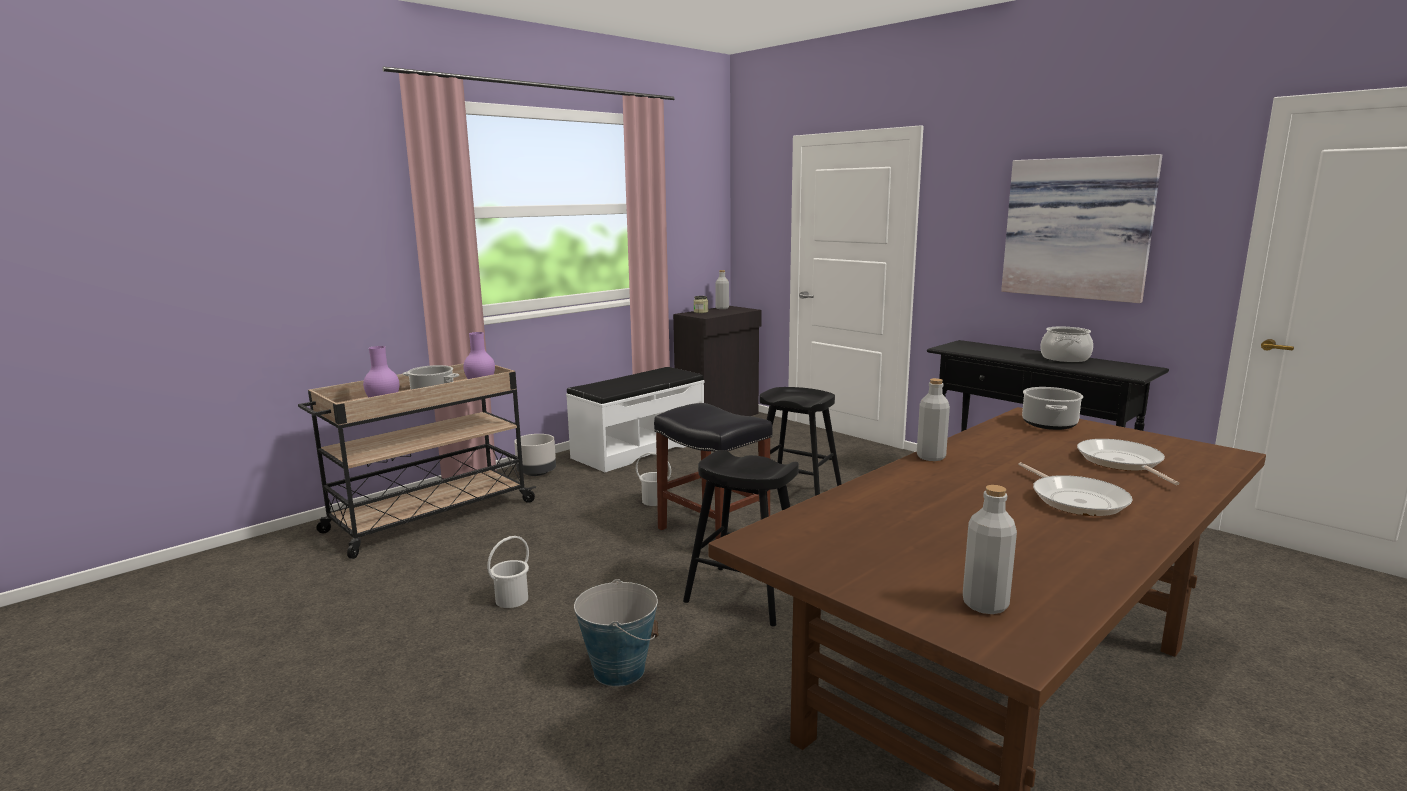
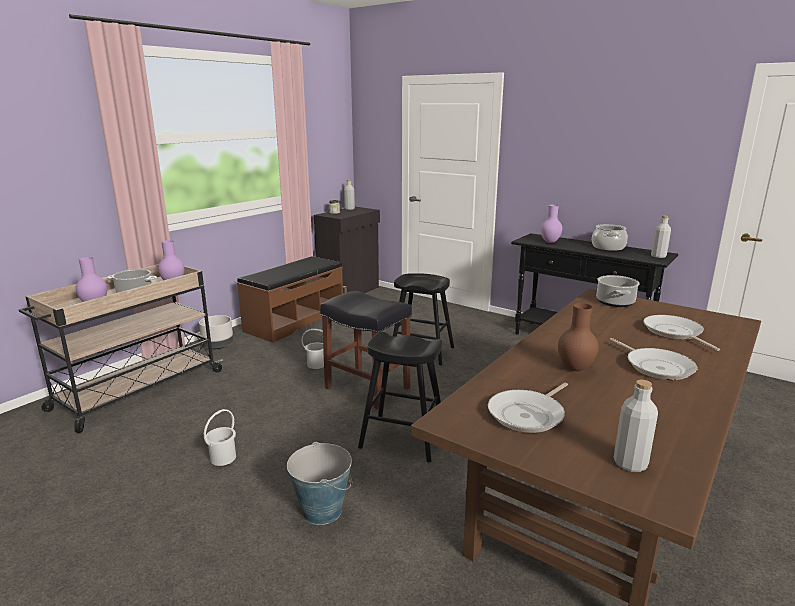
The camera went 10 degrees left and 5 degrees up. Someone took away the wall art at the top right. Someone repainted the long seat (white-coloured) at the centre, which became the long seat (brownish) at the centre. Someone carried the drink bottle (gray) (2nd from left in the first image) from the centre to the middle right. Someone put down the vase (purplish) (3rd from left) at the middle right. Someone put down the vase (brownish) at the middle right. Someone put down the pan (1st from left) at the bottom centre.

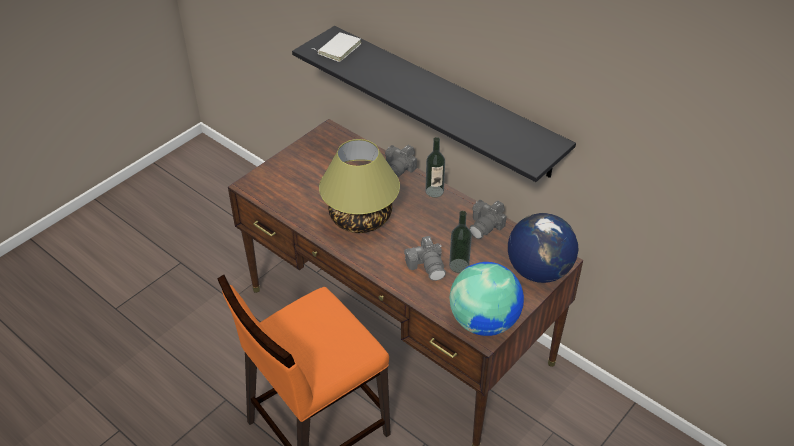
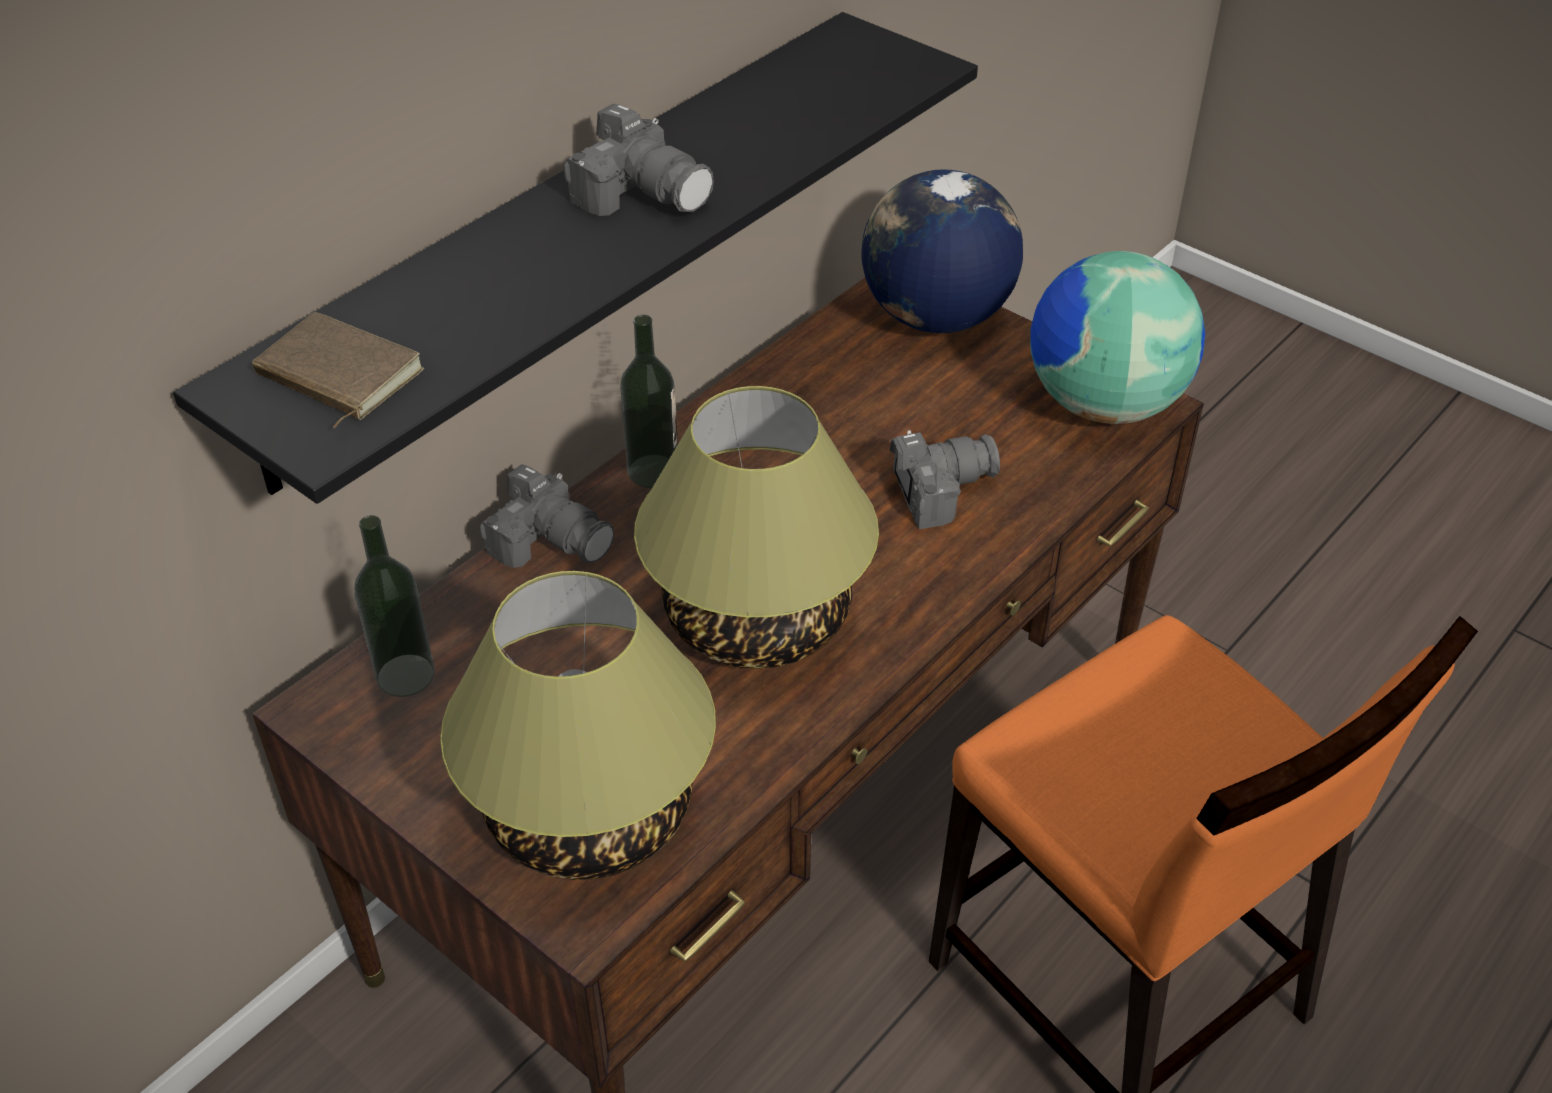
The camera went 90 degrees left and 0 degrees up. Someone repainted the volume (white-coloured) at the top centre, which became the volume (brownish) at the middle left. Someone carried the photo camera (3rd from left in the first image) from the centre to the top centre. Someone carried the drink bottle (2nd from left in the first image) from the centre to the middle left. Someone put down the table lamp (1st from left) at the centre.

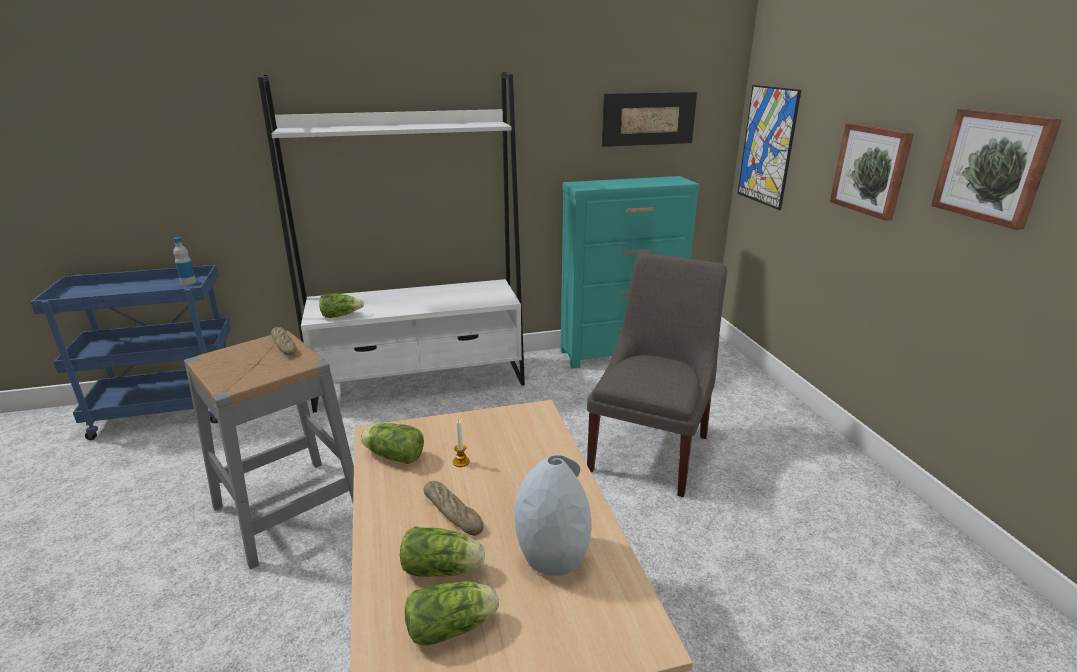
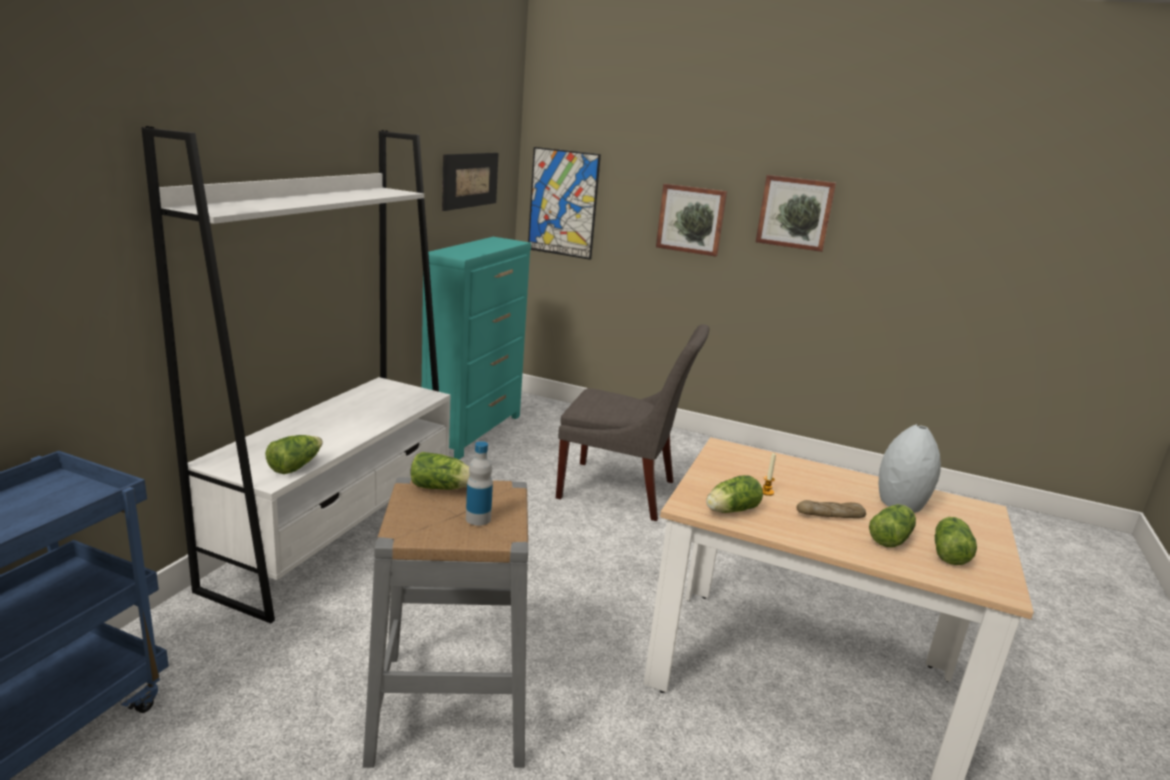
The camera went 55 degrees left and 5 degrees down. Someone carried the drink bottle from the middle left to the centre. Someone rotated the upright chair (gray) at the centre by 135 degrees clockwise. Someone swapped the bakery bread (1st from left) at the middle left for the lettuce (2nd from left) at the centre.

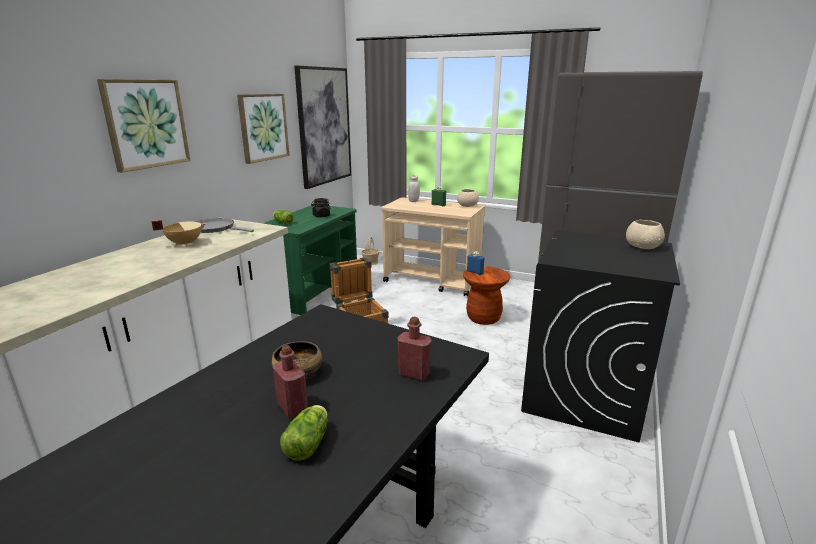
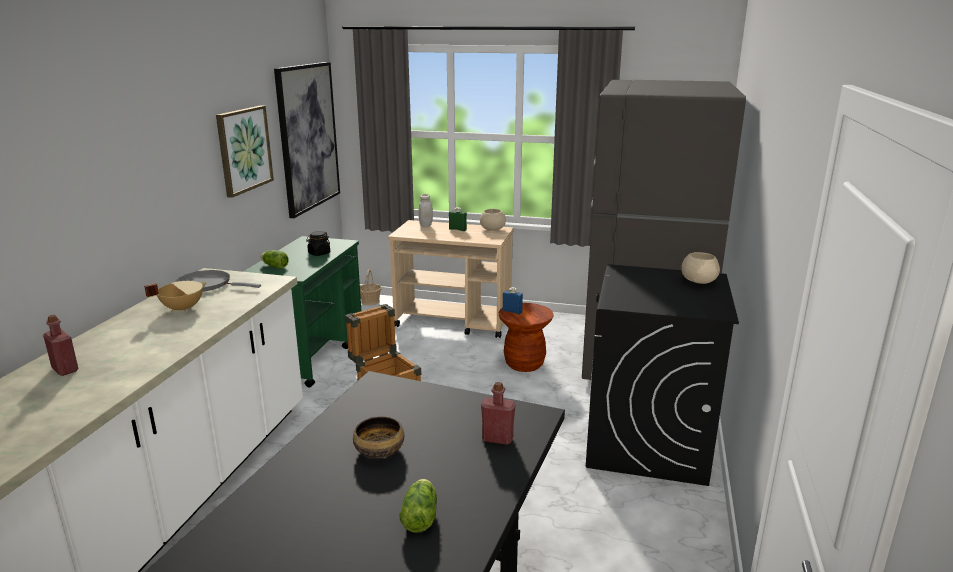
The camera went 10 degrees left and 0 degrees up. Someone took away the wall art (1st from left) at the top left. Someone carried the drink bottle (reddish) (1st from left) from the bottom centre to the middle left.

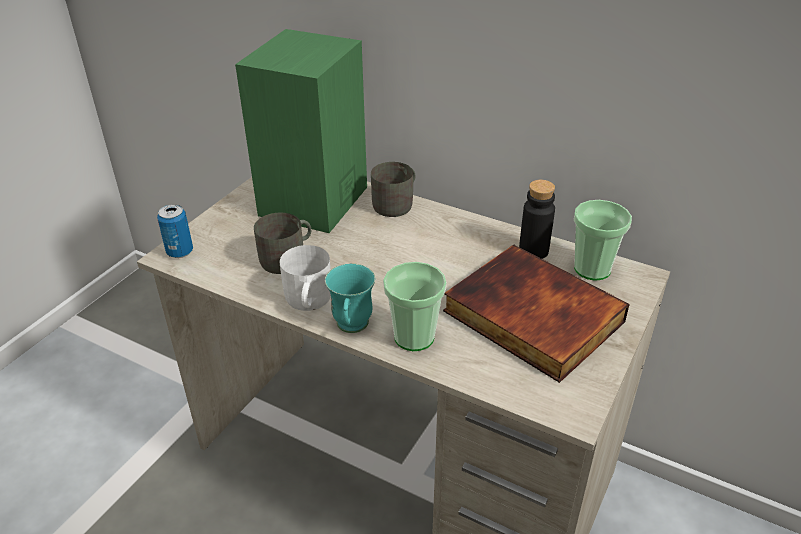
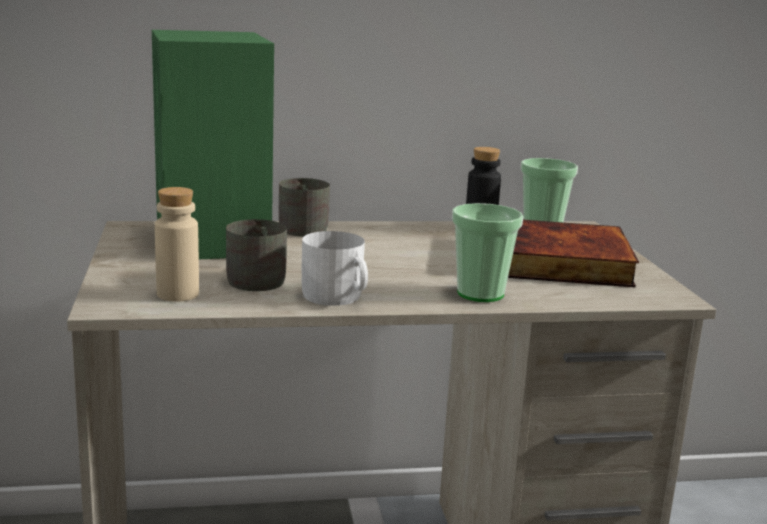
The camera went 40 degrees left and 20 degrees down. Someone took away the metal can at the middle left. Someone took away the mug (blue-green) at the centre. Someone put down the drink bottle (sand-coloured) at the middle left.

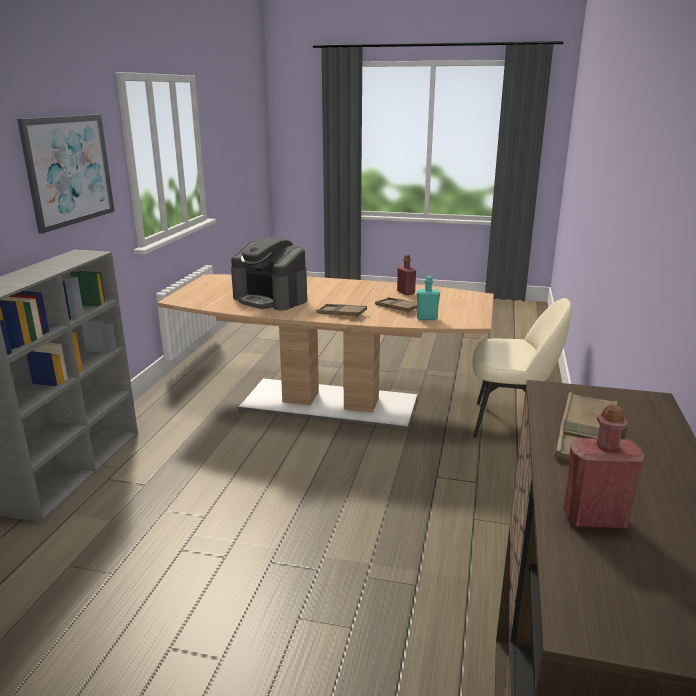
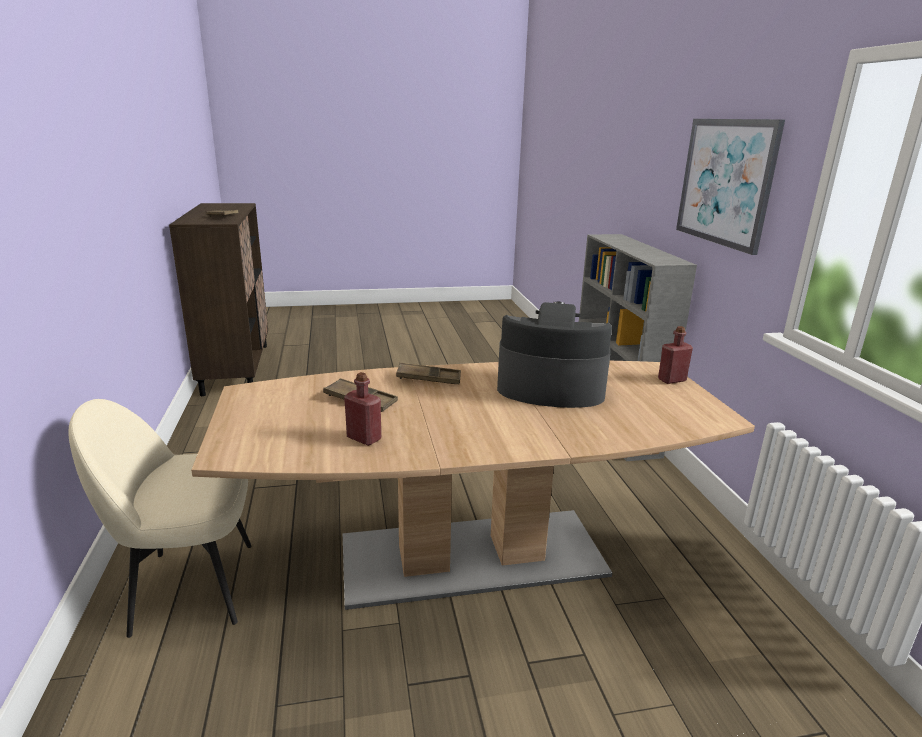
The camera went 155 degrees right and 0 degrees up. Someone took away the drink bottle (blue-green) at the centre. Someone carried the drink bottle (reddish) (2nd from left) from the bottom right to the middle right.

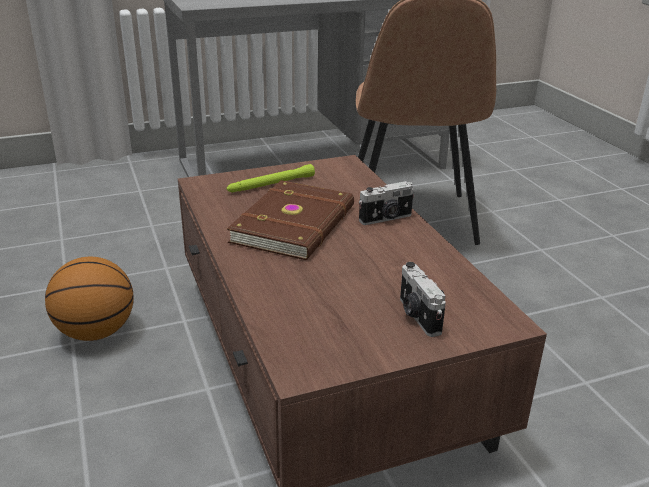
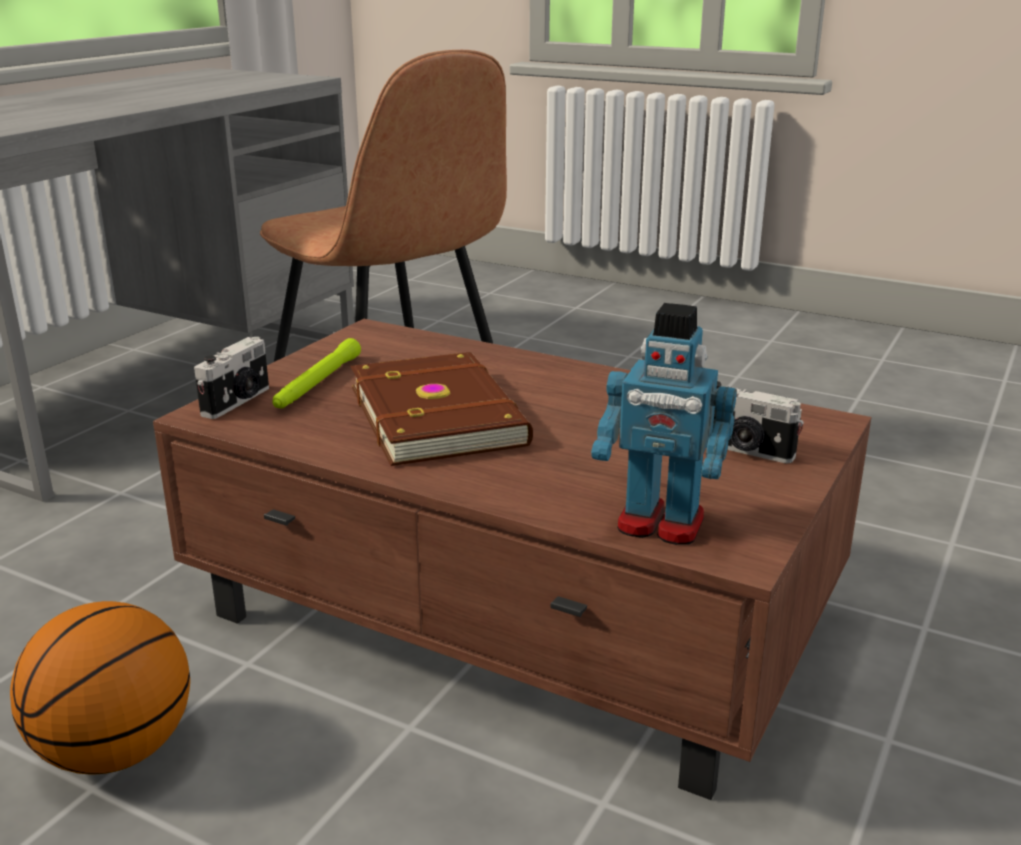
The camera went 40 degrees left and 5 degrees down. Someone carried the photo camera (1st from left) from the centre to the middle left. Someone put down the robot figure at the centre.

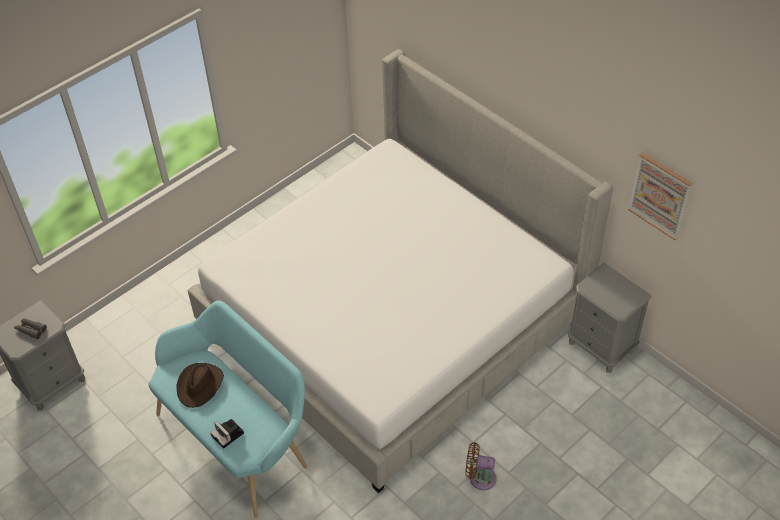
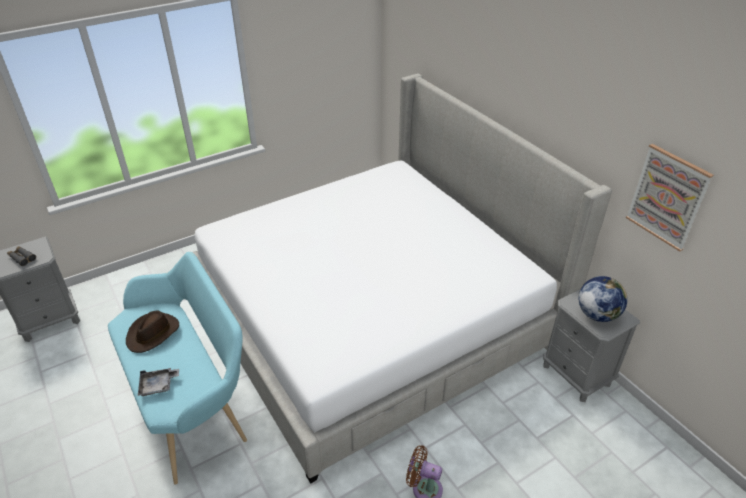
The camera went 10 degrees right and 10 degrees down. Someone swapped the photo camera at the bottom left for the carrying tray (gray) at the bottom left. Someone put down the desk globe at the middle right.

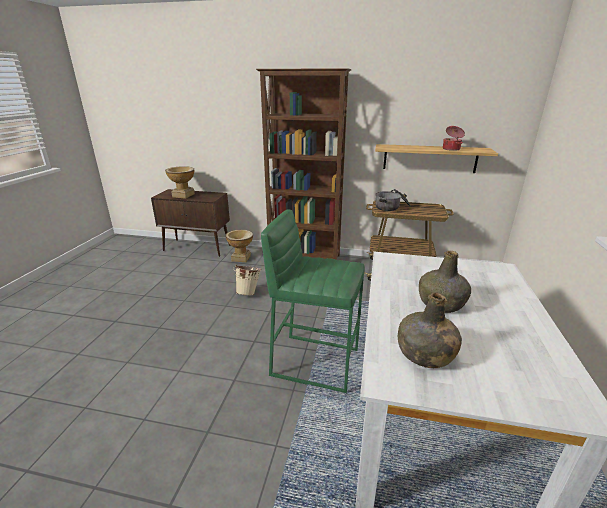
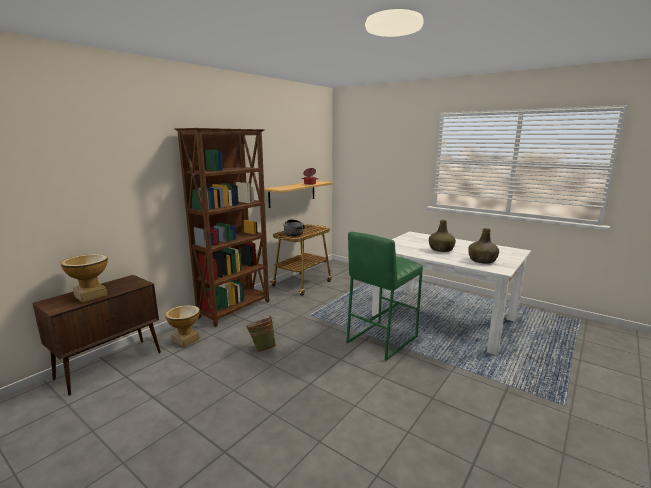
The camera went 65 degrees left and 10 degrees down. Someone repainted the bucket (sand-coloured) at the centre, which became the bucket (greenish) at the bottom centre.

